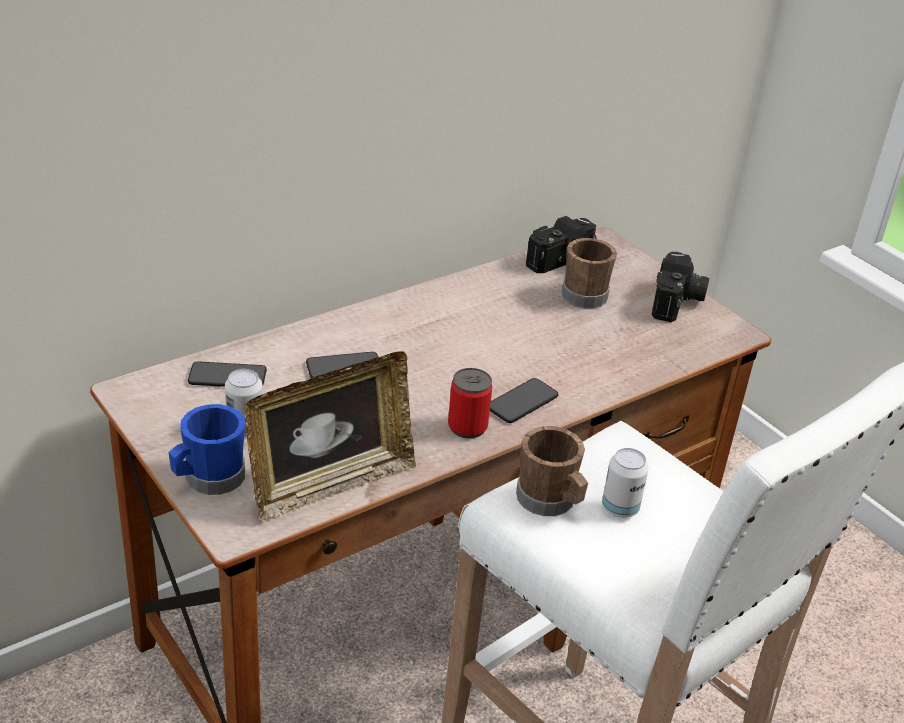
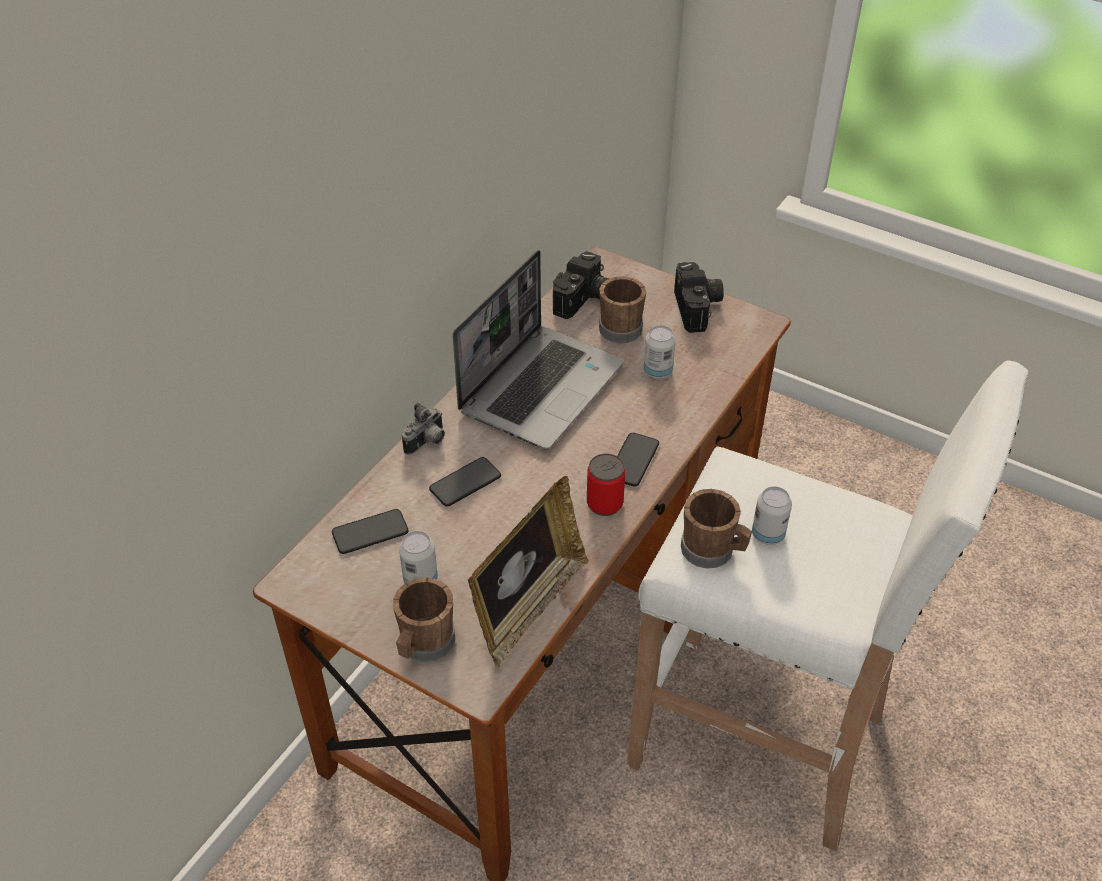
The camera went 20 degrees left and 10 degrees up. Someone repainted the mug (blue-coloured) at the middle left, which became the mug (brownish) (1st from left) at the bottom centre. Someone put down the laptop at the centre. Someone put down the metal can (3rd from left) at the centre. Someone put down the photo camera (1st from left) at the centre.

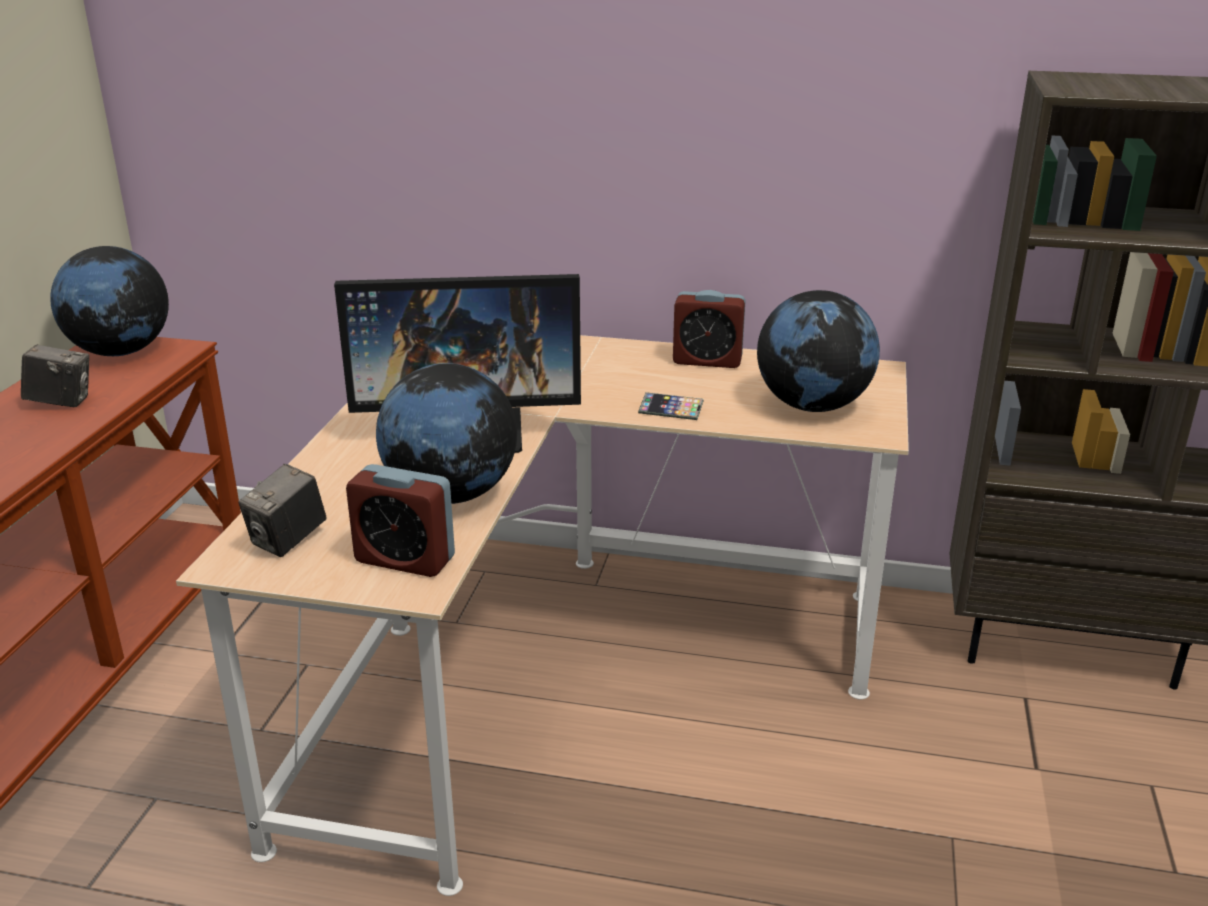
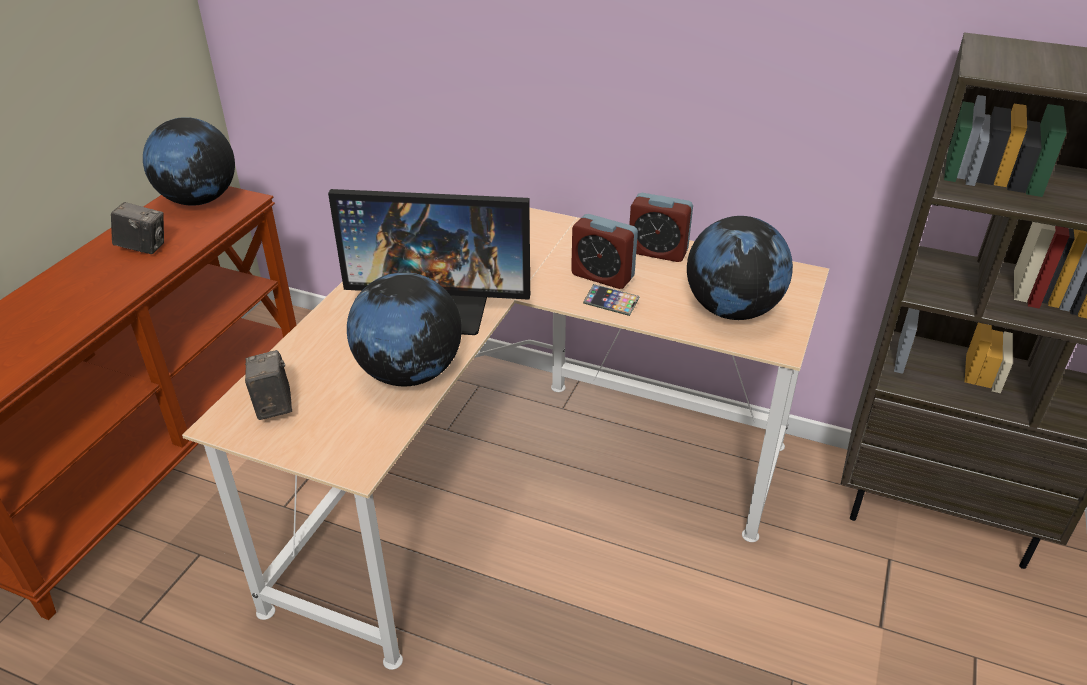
The camera went 10 degrees right and 10 degrees up. Someone rotated the photo camera (2nd from left) at the middle left by 120 degrees clockwise. Someone carried the alarm clock (1st from left) from the middle left to the centre.

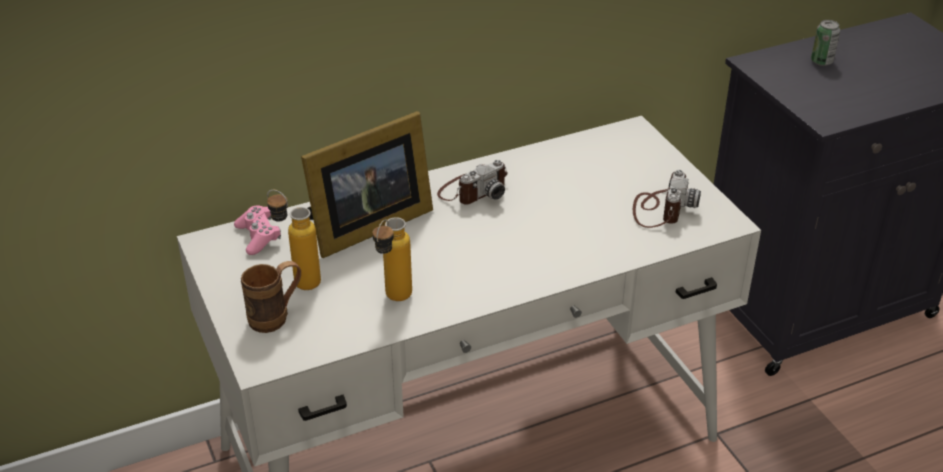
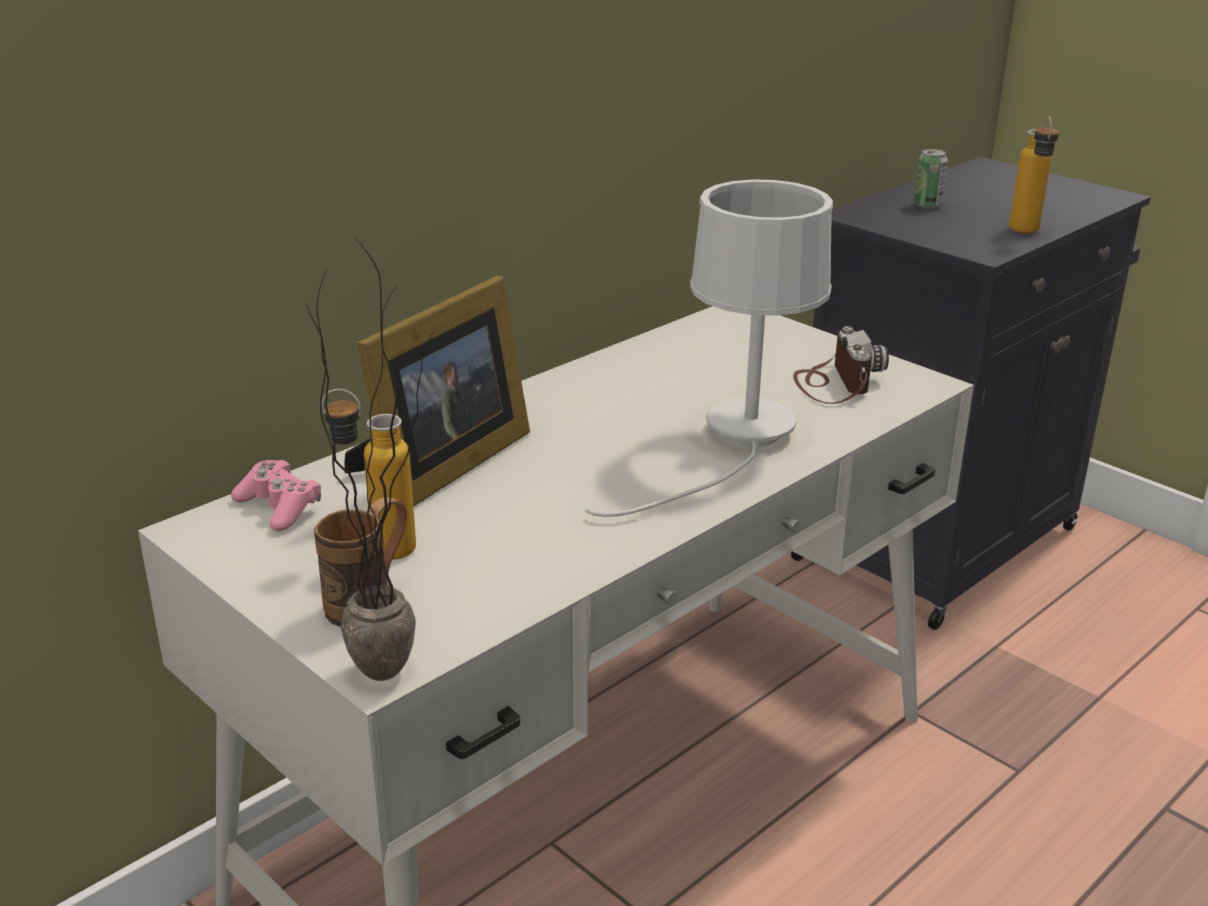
The camera went 20 degrees left and 10 degrees down. Someone took away the photo camera (1st from left) at the centre. Someone carried the drink bottle (2nd from left) from the centre to the top right. Someone put down the table lamp (white-coloured) at the centre. Someone put down the potted plant at the middle left.

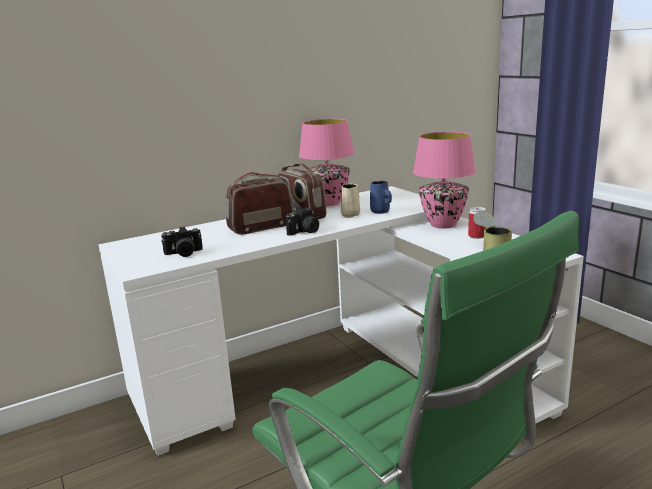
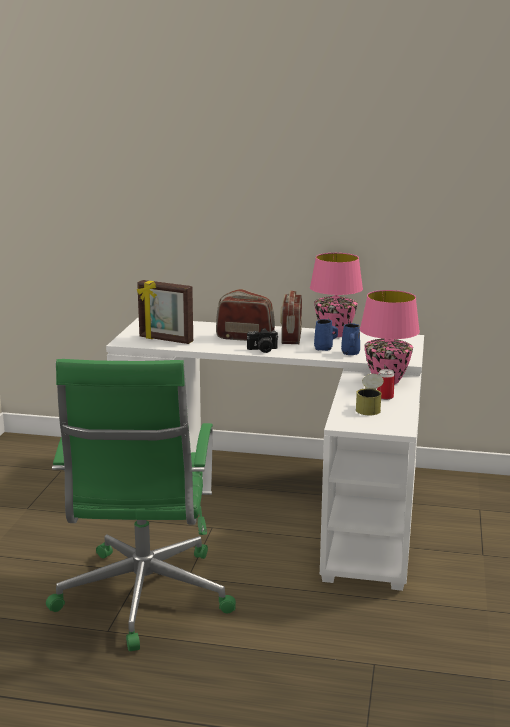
The camera went 40 degrees right and 0 degrees up. Someone repainted the mug (sand-coloured) at the centre, which became the mug (blue-coloured) (1st from left) at the centre. Someone swapped the photo camera (1st from left) at the middle left for the photo frame at the middle left.

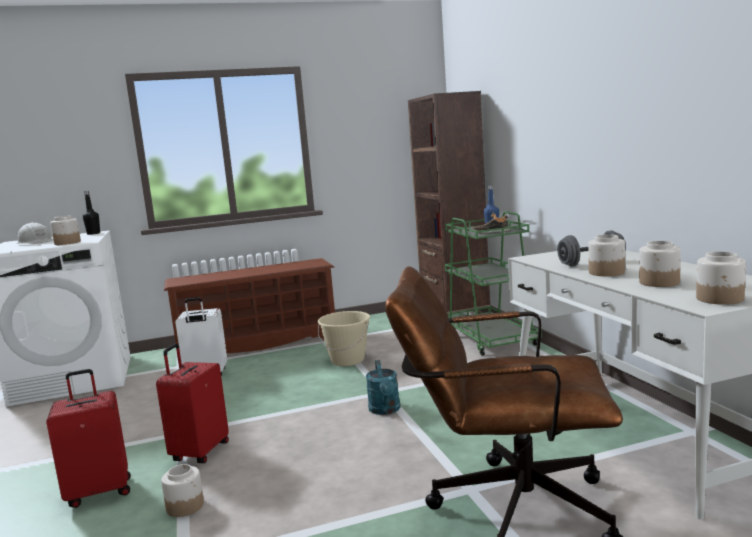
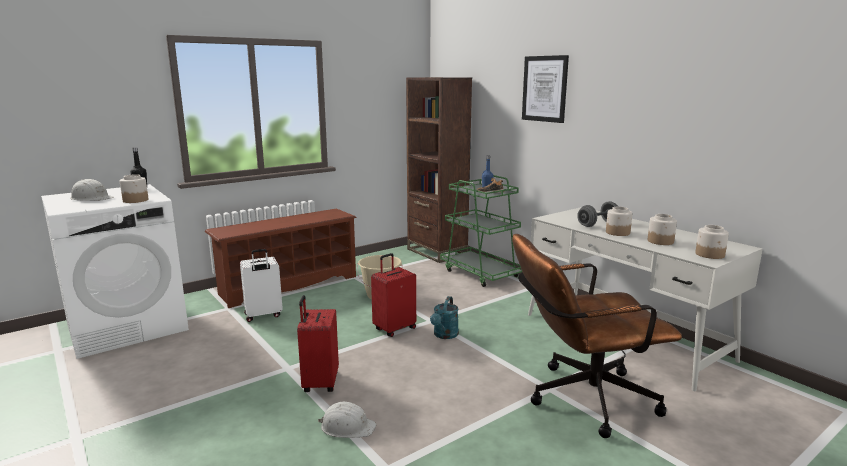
The camera went 20 degrees left and 5 degrees up. Someone rotated the watering pot (blue-green) at the bottom centre by 45 degrees clockwise. Someone carried the suitcase (reddish) (1st from left in the first image) from the bottom left to the centre. Someone swapped the jar (2nd from left) at the bottom left for the work helmet (white-coloured) (2nd from left) at the bottom centre. Someone put up the wall art at the top centre.

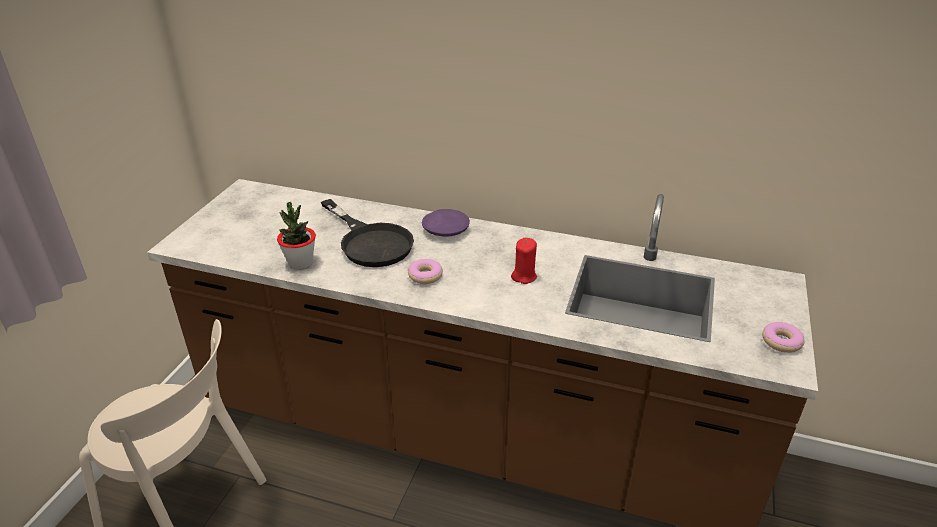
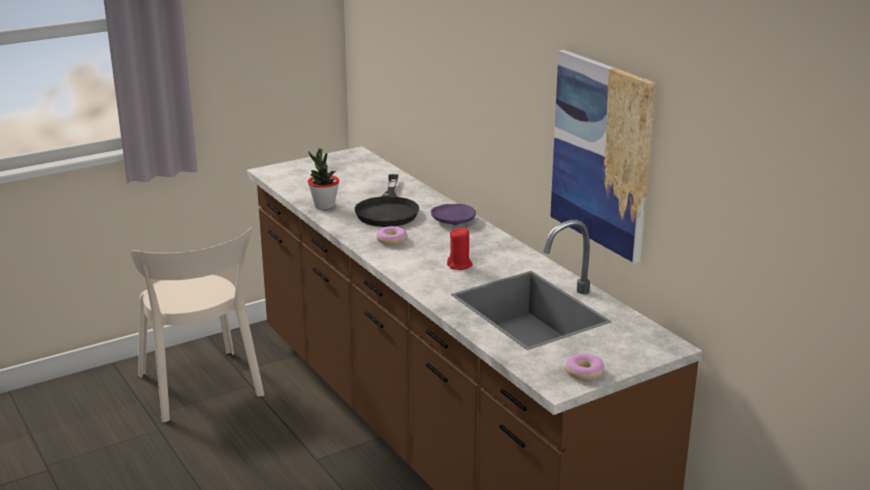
The camera went 40 degrees right and 10 degrees down. Someone put up the wall art at the top right.

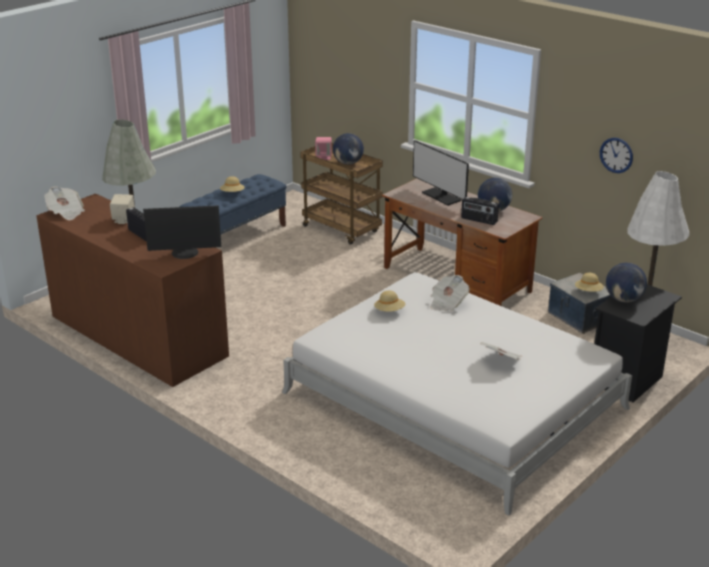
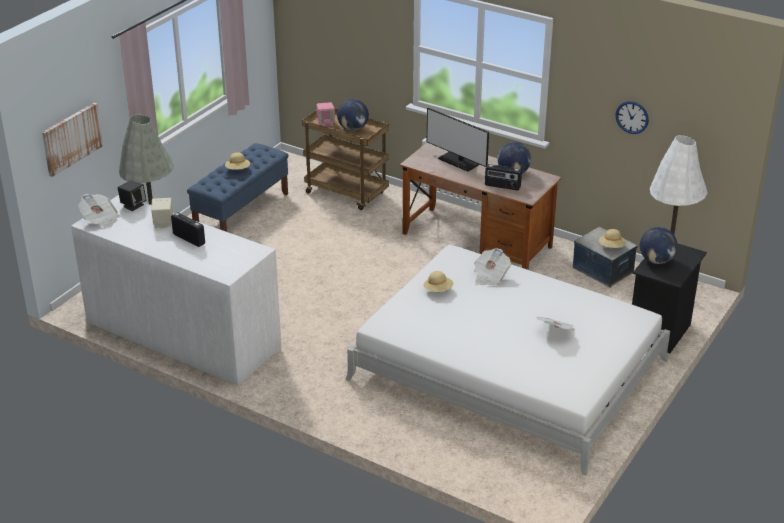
The camera went 10 degrees left and 5 degrees up. Someone repainted the dresser (brownish) at the middle left, which became the dresser (white-coloured) at the middle left. Someone took away the monitor (1st from left) at the middle left. Someone put up the wall art at the top left. Someone put down the audio speaker (black) at the middle left.

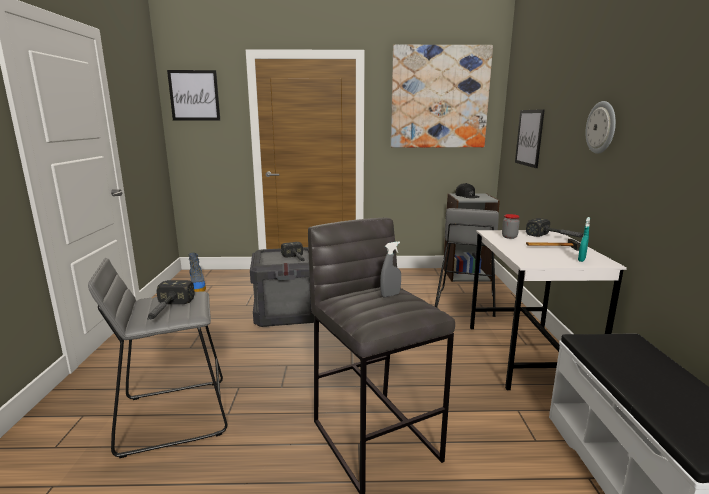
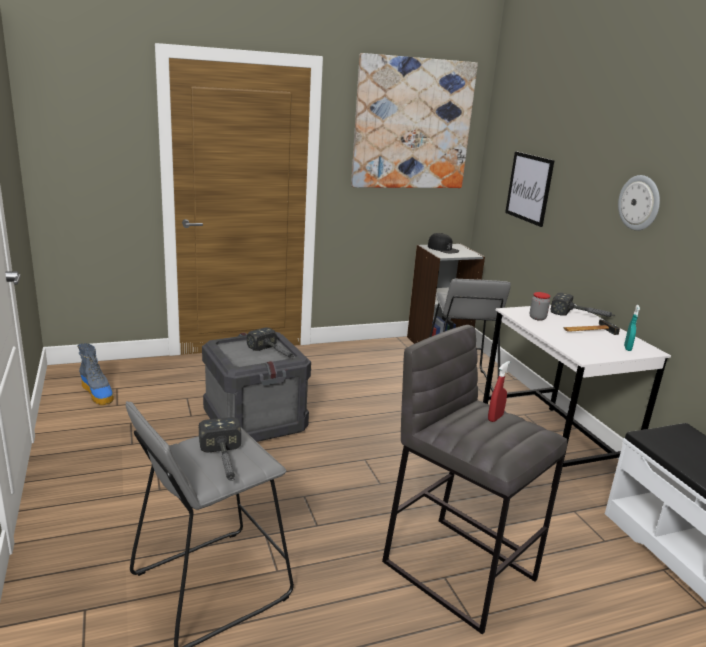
The camera went 20 degrees left and 5 degrees up. Someone took away the wall art (1st from left) at the top left. Someone repainted the spray bottle (gray) at the centre, which became the spray bottle (reddish) at the middle right.

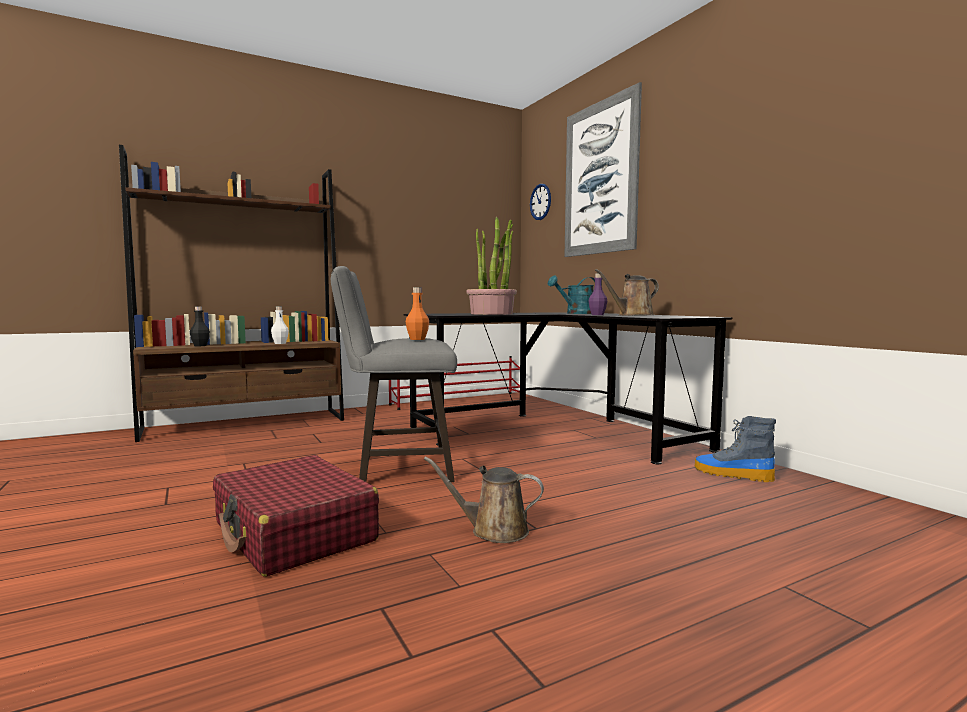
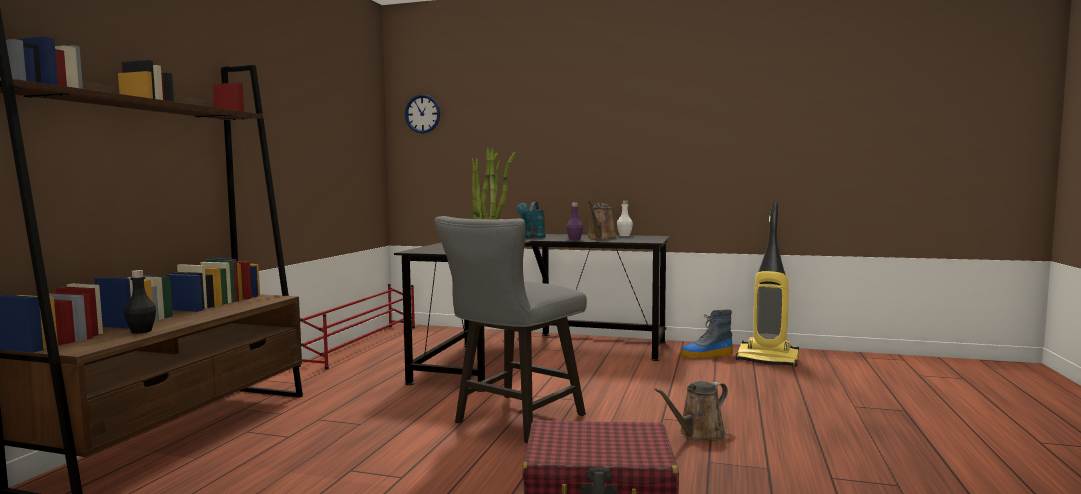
The camera went 45 degrees left and 0 degrees up. Someone took away the wall art at the top centre. Someone took away the drink bottle (orange-coloured) at the centre. Someone carried the drink bottle (white-coloured) from the middle left to the centre. Someone put down the hoover at the middle right.

